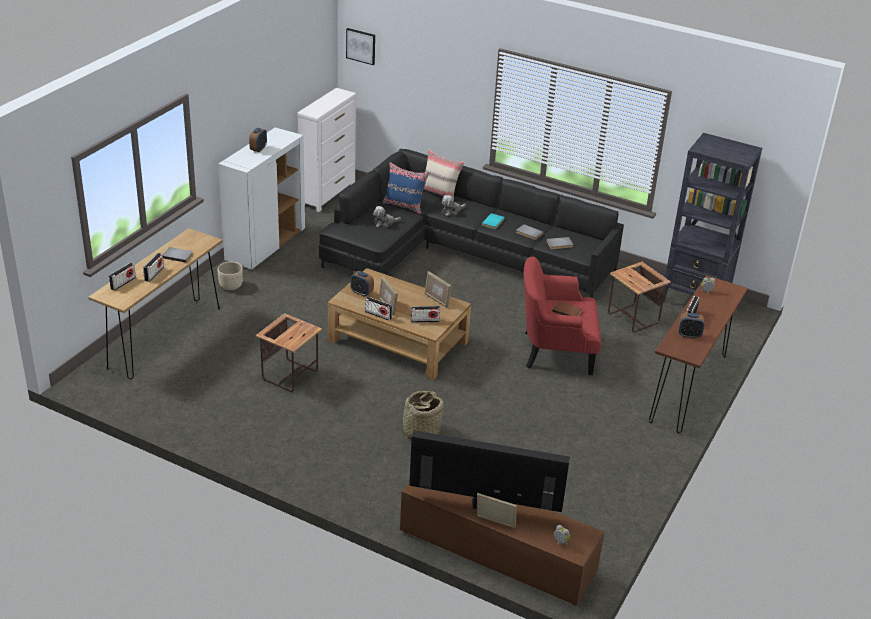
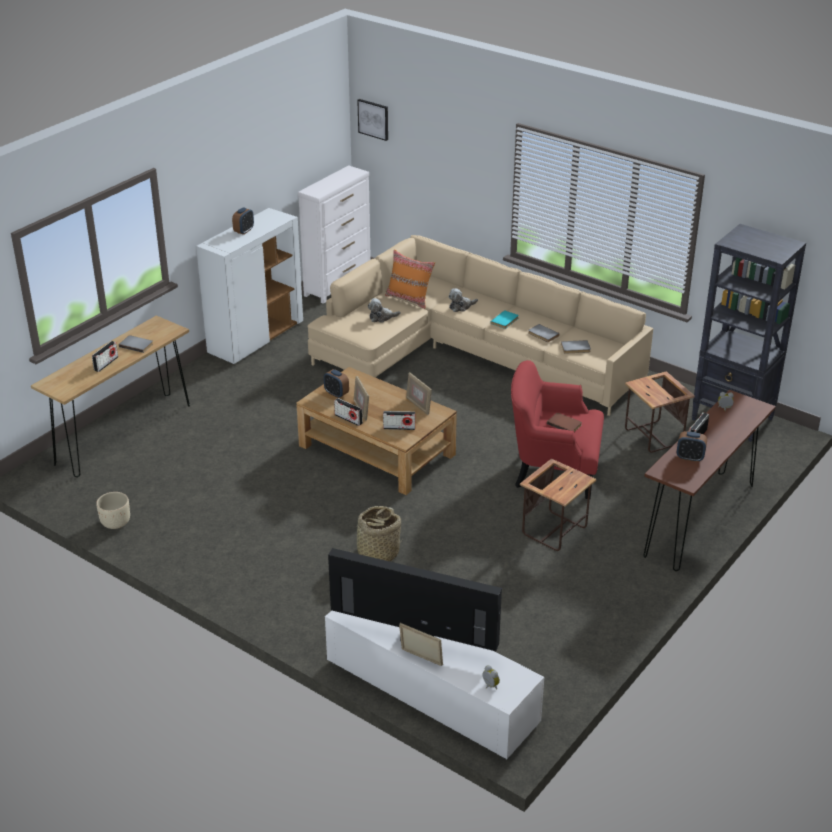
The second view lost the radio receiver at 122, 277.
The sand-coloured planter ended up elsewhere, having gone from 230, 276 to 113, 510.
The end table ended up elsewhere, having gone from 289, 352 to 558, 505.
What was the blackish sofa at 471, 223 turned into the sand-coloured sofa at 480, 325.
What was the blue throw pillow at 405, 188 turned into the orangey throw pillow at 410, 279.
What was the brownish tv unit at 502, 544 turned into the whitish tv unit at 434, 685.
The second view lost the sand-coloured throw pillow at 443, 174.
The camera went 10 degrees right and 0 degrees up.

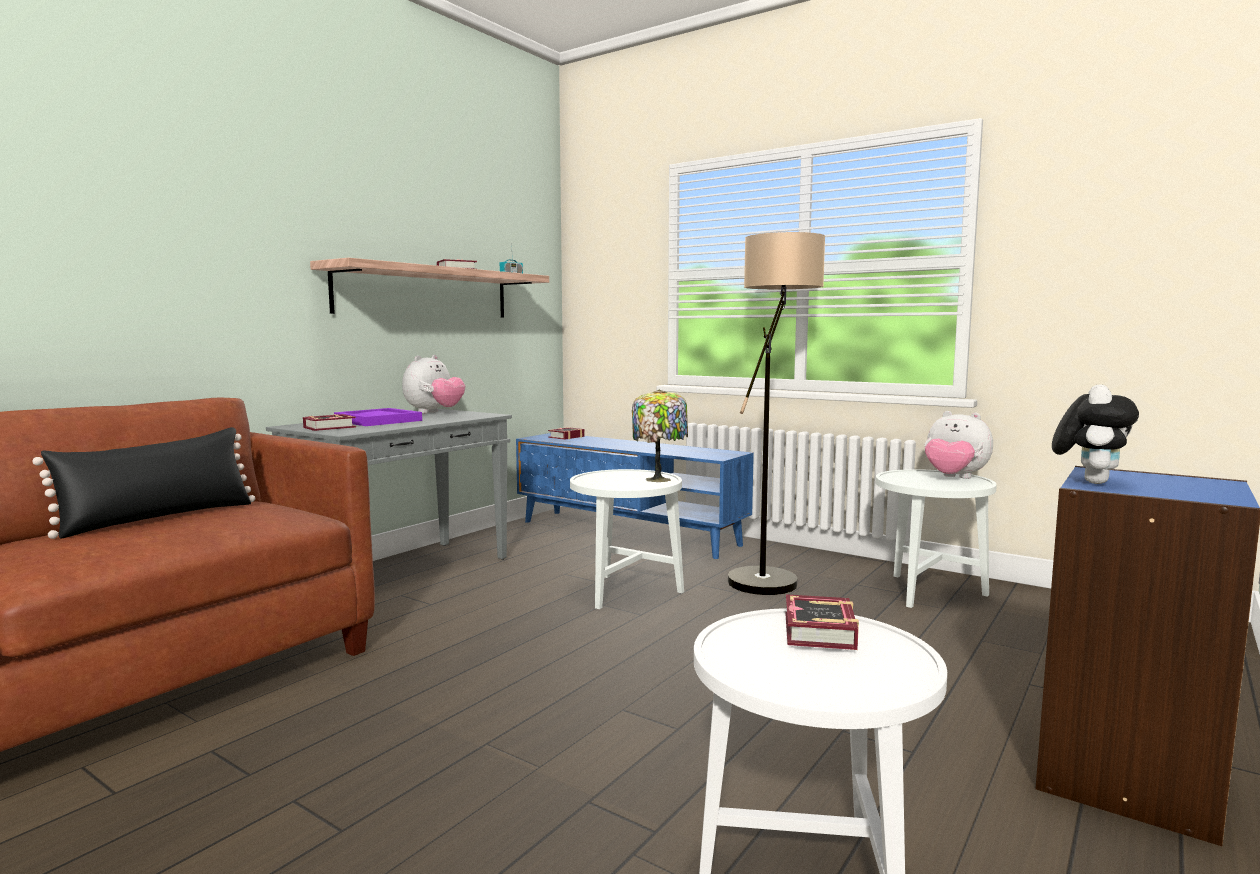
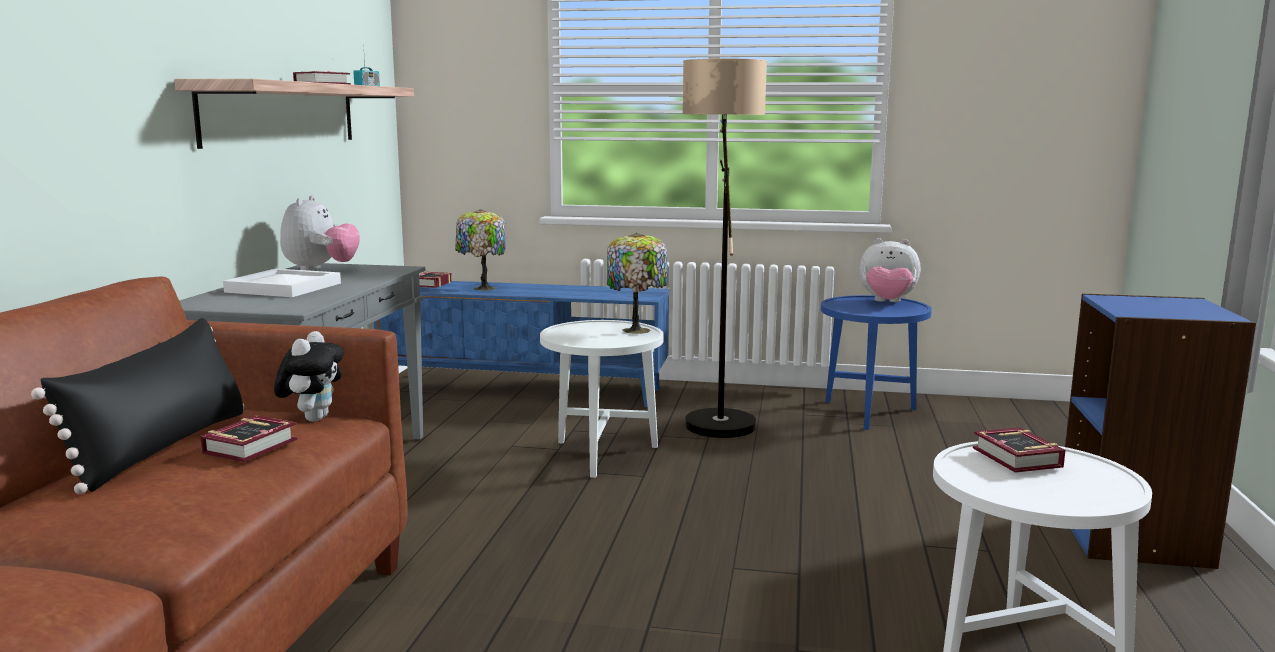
The book ended up elsewhere, having gone from 329, 422 to 249, 438.
What was the purplish carrying tray at 378, 417 turned into the whitish carrying tray at 282, 283.
What was the whitish end table at 936, 538 turned into the blue end table at 876, 362.
The cuddly toy ended up elsewhere, having gone from 1095, 434 to 309, 376.
The second view gained the tabletop lamp at 480, 250.
The camera went 25 degrees left and 5 degrees up.

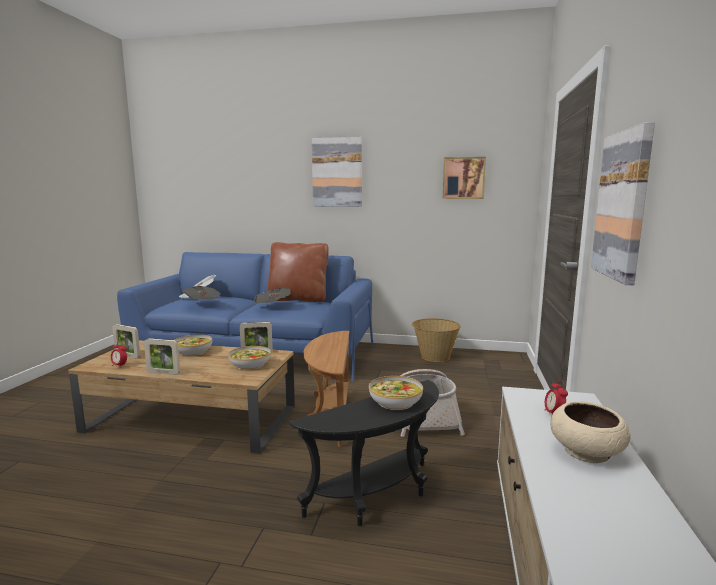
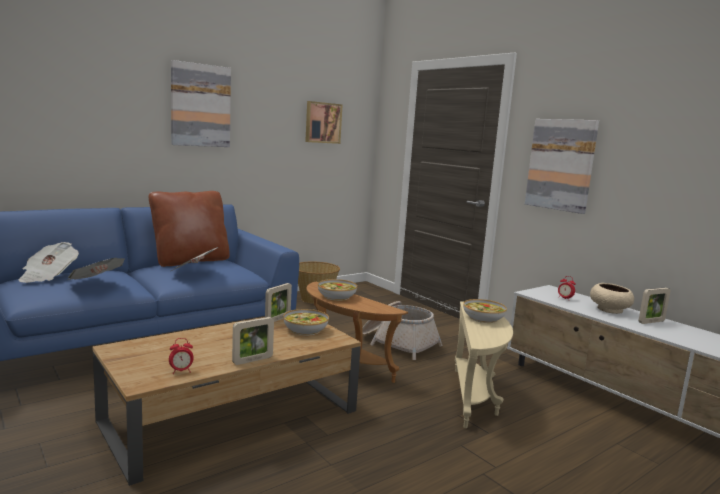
The standing frame ended up elsewhere, having gone from 126, 341 to 654, 306.
The bowl ended up elsewhere, having gone from 193, 345 to 337, 290.
What was the blackish end table at 364, 453 turned into the sand-coloured end table at 484, 364.
The camera went 50 degrees left and 0 degrees up.

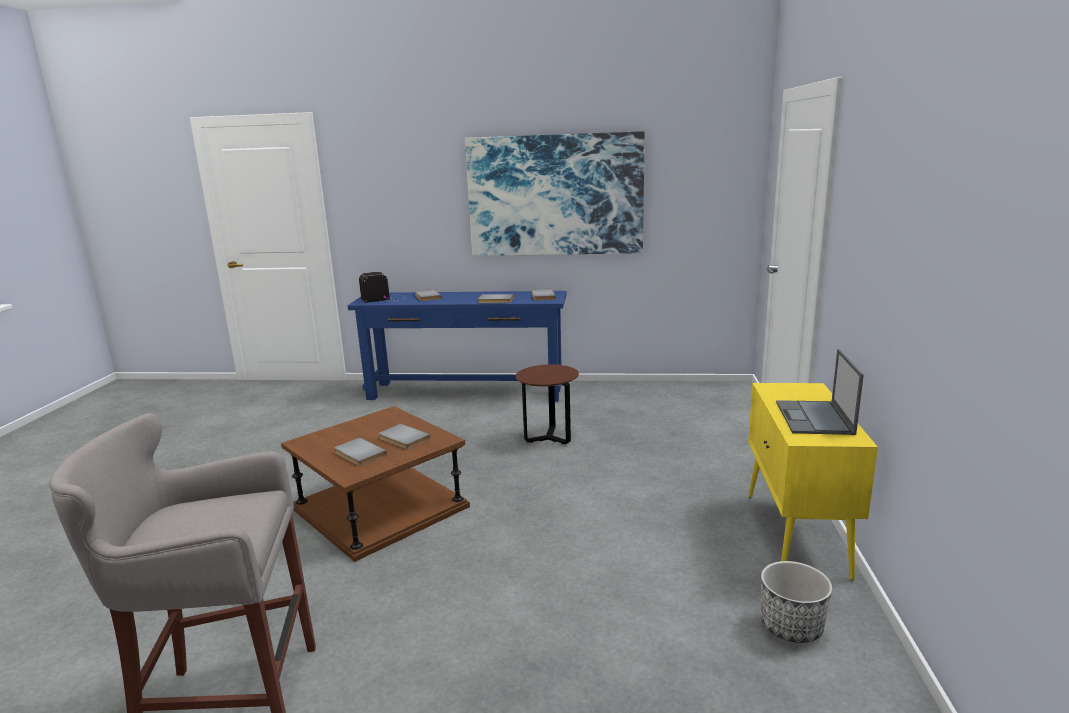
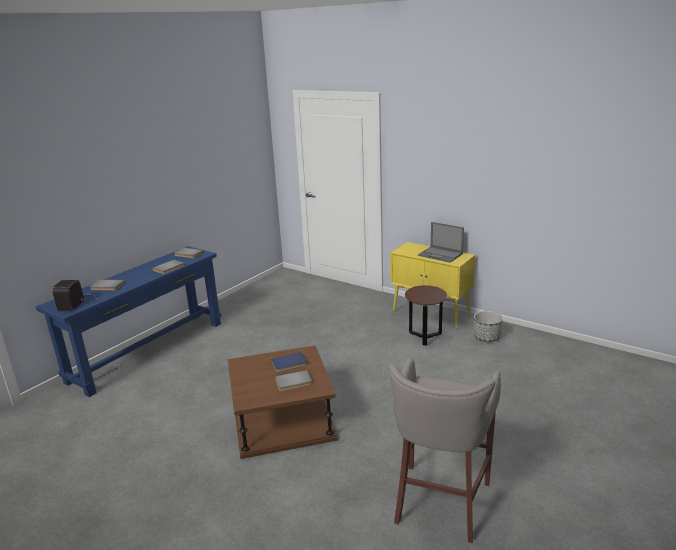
What was the greyish book at 404, 437 turned into the blue book at 289, 362.
The second view lost the wall picture at 555, 193.
The brownish end table ended up elsewhere, having gone from 547, 404 to 426, 315.
The camera went 60 degrees left and 5 degrees up.

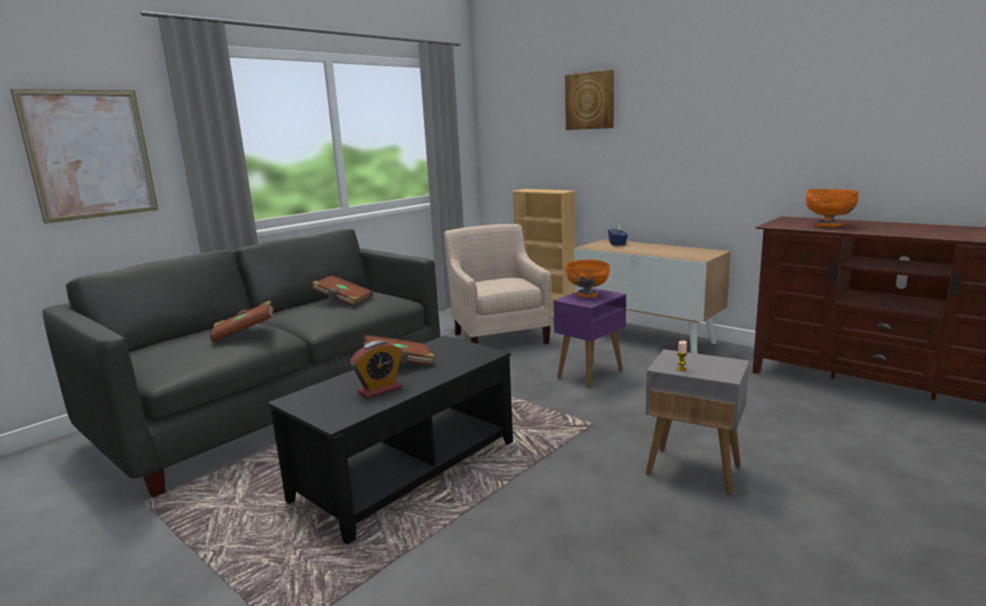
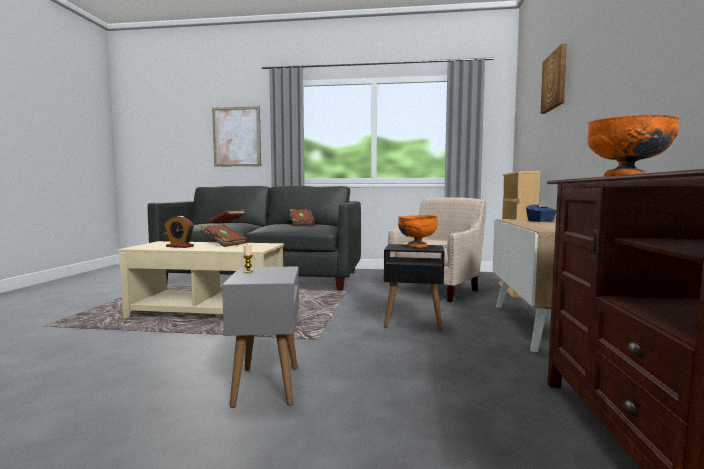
What was the blackish lounge table at 390, 439 turned into the sand-coloured lounge table at 201, 279.
What was the purplish end table at 590, 338 turned into the blackish end table at 414, 287.
The camera went 55 degrees right and 10 degrees down.

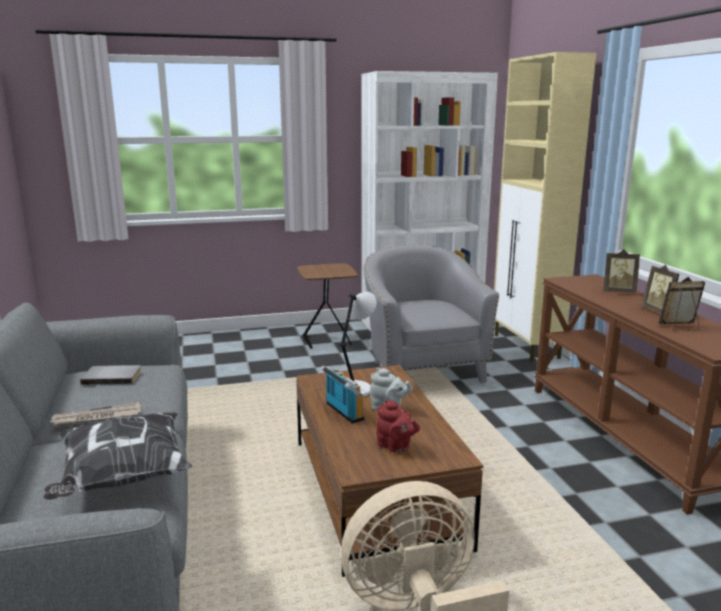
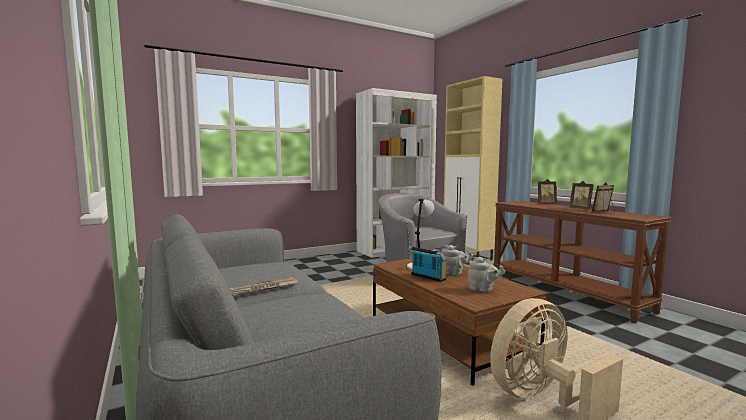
The second view lost the throw pillow at 117, 456.
The second view lost the greyish book at 110, 375.
The second view lost the brownish end table at 327, 306.
What was the red-coloured teapot at 398, 426 turned into the greyish teapot at 486, 274.
The camera went 15 degrees left and 10 degrees down.

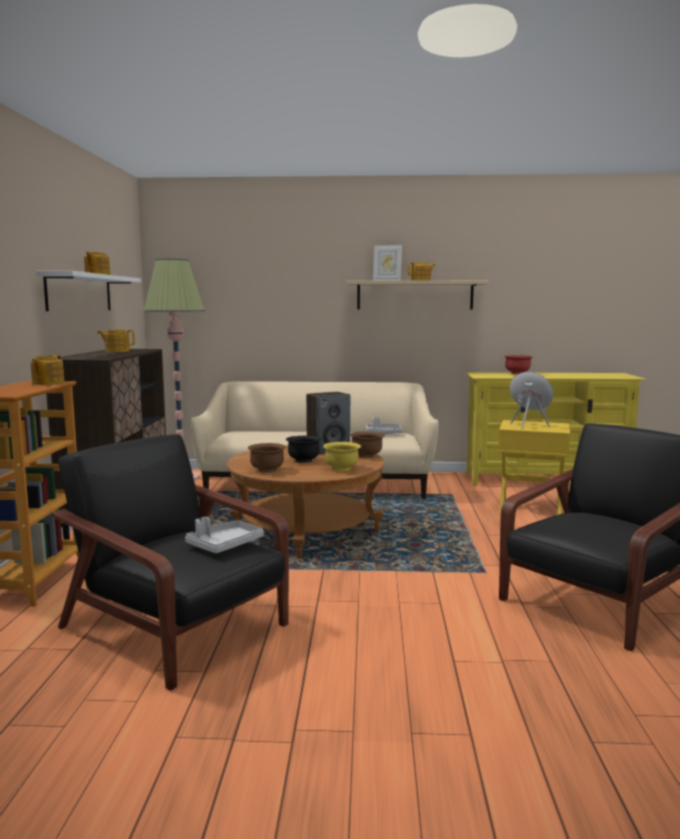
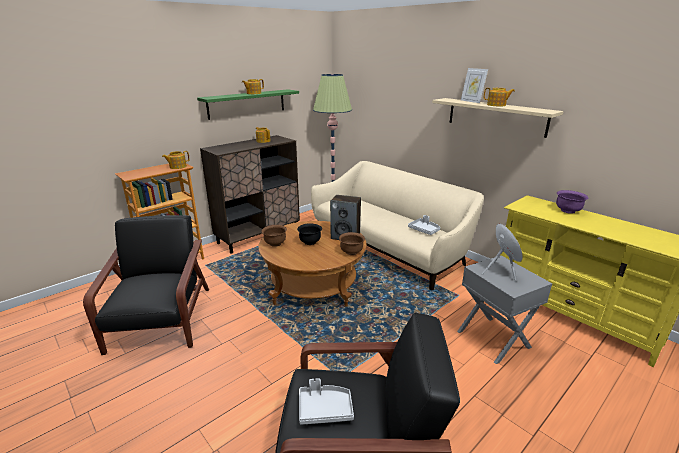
What was the whitish wall shelf at 88, 291 turned into the green-coloured wall shelf at 248, 104.
The greyish carrying tray ended up elsewhere, having gone from 224, 535 to 326, 401.
The second view lost the yellow bowl at 342, 456.
What was the yellow end table at 534, 467 turned into the greyish end table at 504, 309.
What was the red-coloured bowl at 518, 364 turned into the purplish bowl at 572, 202.
The camera went 45 degrees right and 15 degrees up.

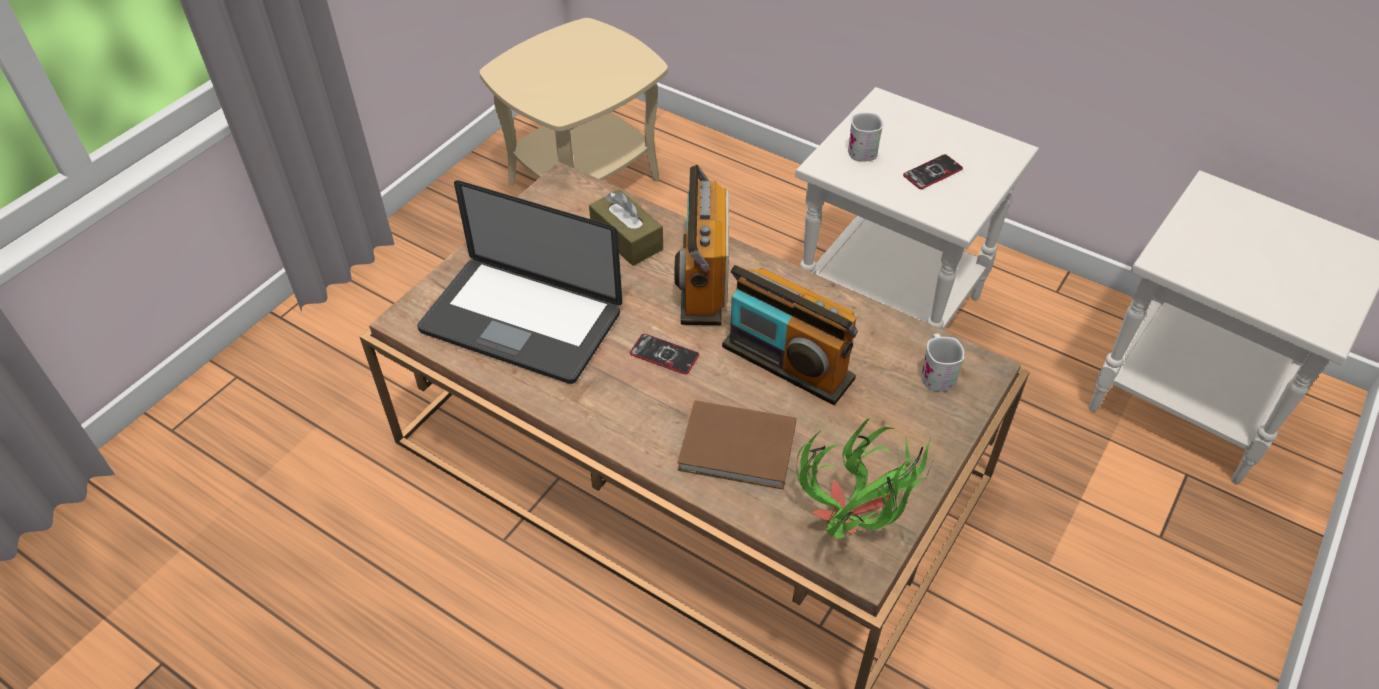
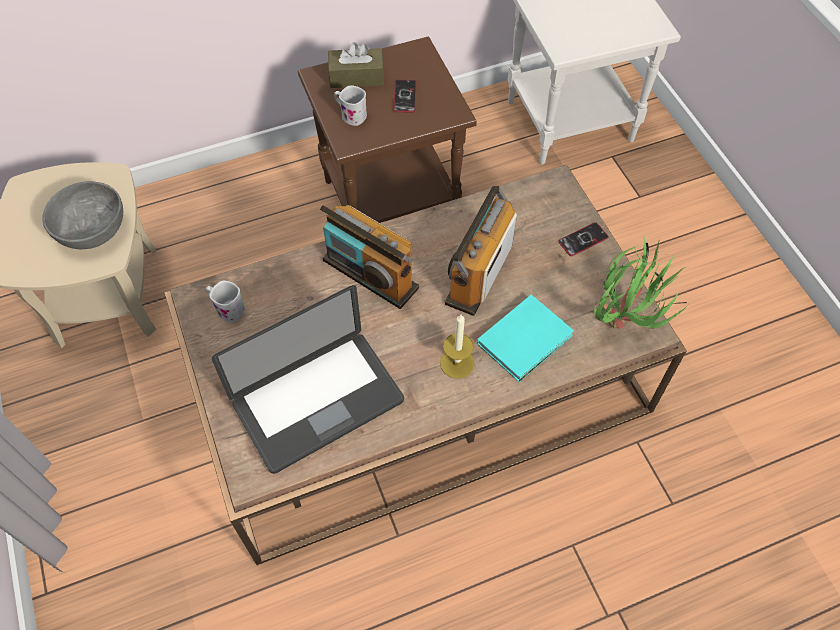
The brownish box of tissues ended up elsewhere, having gone from 626, 227 to 356, 65.
The handset ended up elsewhere, having gone from 664, 354 to 583, 239.
What was the brownish book at 737, 444 turned into the turquoise-coloured book at 525, 338.
The radio receiver at 790, 335 ended up facing another way, 135 degrees clockwise from before.
What was the whitish end table at 917, 208 turned into the brownish end table at 387, 129.
The whitish tea mug ended up elsewhere, having gone from 943, 363 to 225, 301.
The second view gained the greyish bowl at 82, 215.
The second view gained the wax candle at 457, 347.
The camera went 55 degrees left and 10 degrees up.

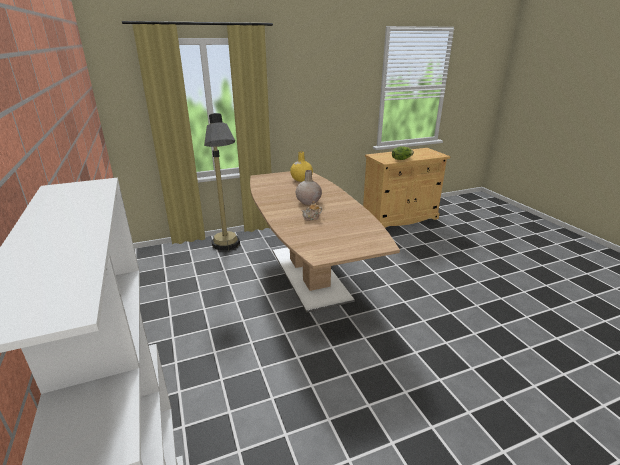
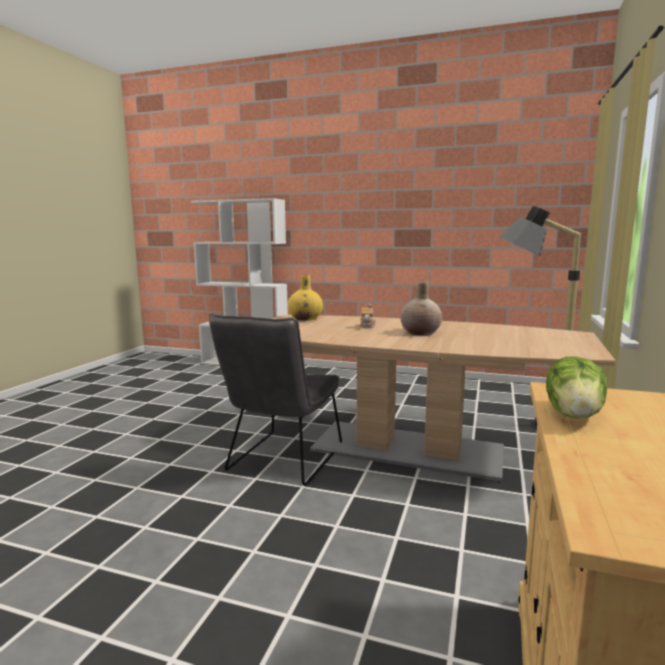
The yellow vase ended up elsewhere, having gone from 301, 166 to 305, 298.
The second view gained the greyish chair at 275, 399.
The camera went 130 degrees right and 15 degrees down.

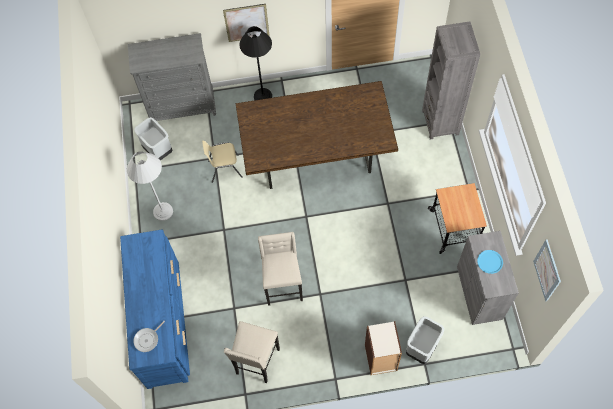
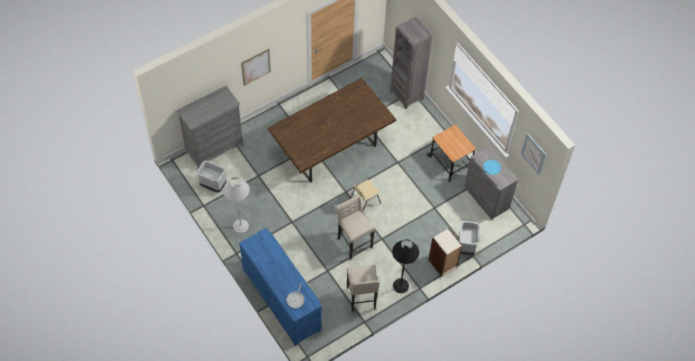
The sand-coloured chair ended up elsewhere, having gone from 222, 162 to 365, 196.
The blackish floor lamp ended up elsewhere, having gone from 256, 63 to 405, 266.
The camera went 30 degrees left and 5 degrees down.

